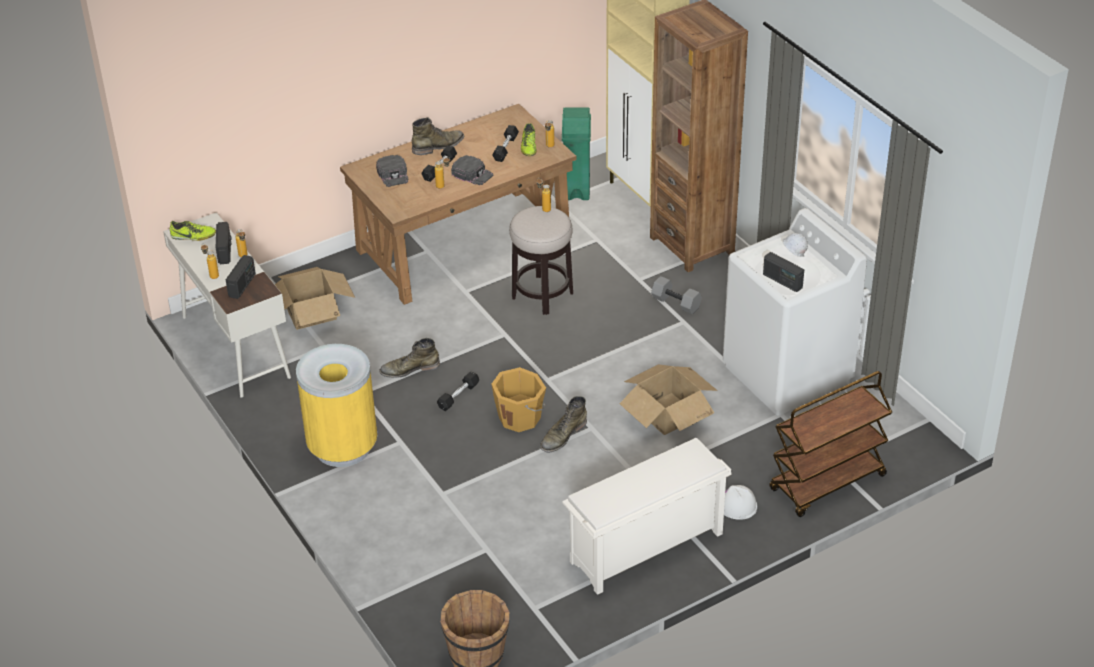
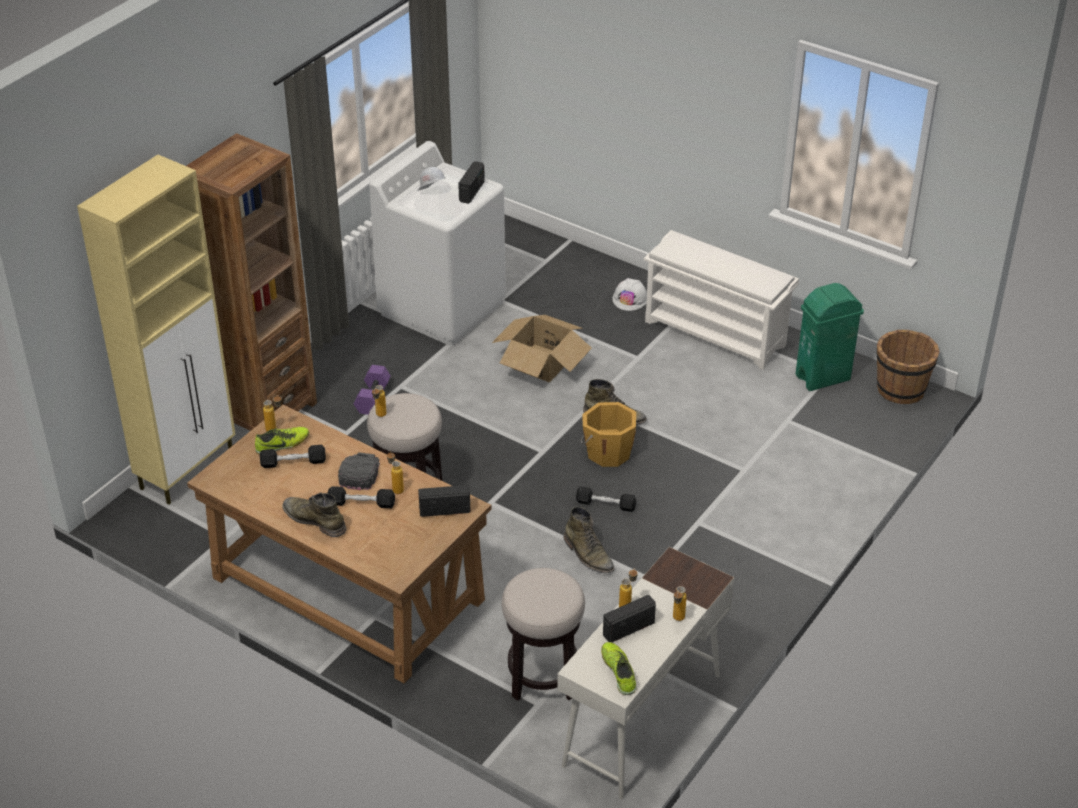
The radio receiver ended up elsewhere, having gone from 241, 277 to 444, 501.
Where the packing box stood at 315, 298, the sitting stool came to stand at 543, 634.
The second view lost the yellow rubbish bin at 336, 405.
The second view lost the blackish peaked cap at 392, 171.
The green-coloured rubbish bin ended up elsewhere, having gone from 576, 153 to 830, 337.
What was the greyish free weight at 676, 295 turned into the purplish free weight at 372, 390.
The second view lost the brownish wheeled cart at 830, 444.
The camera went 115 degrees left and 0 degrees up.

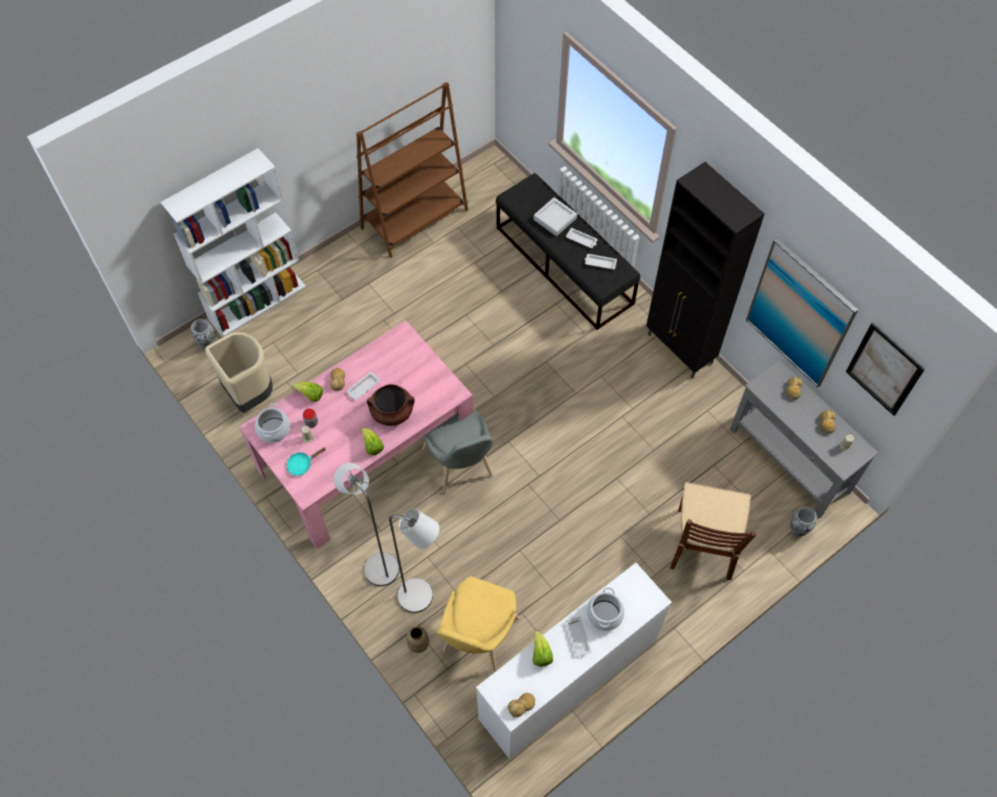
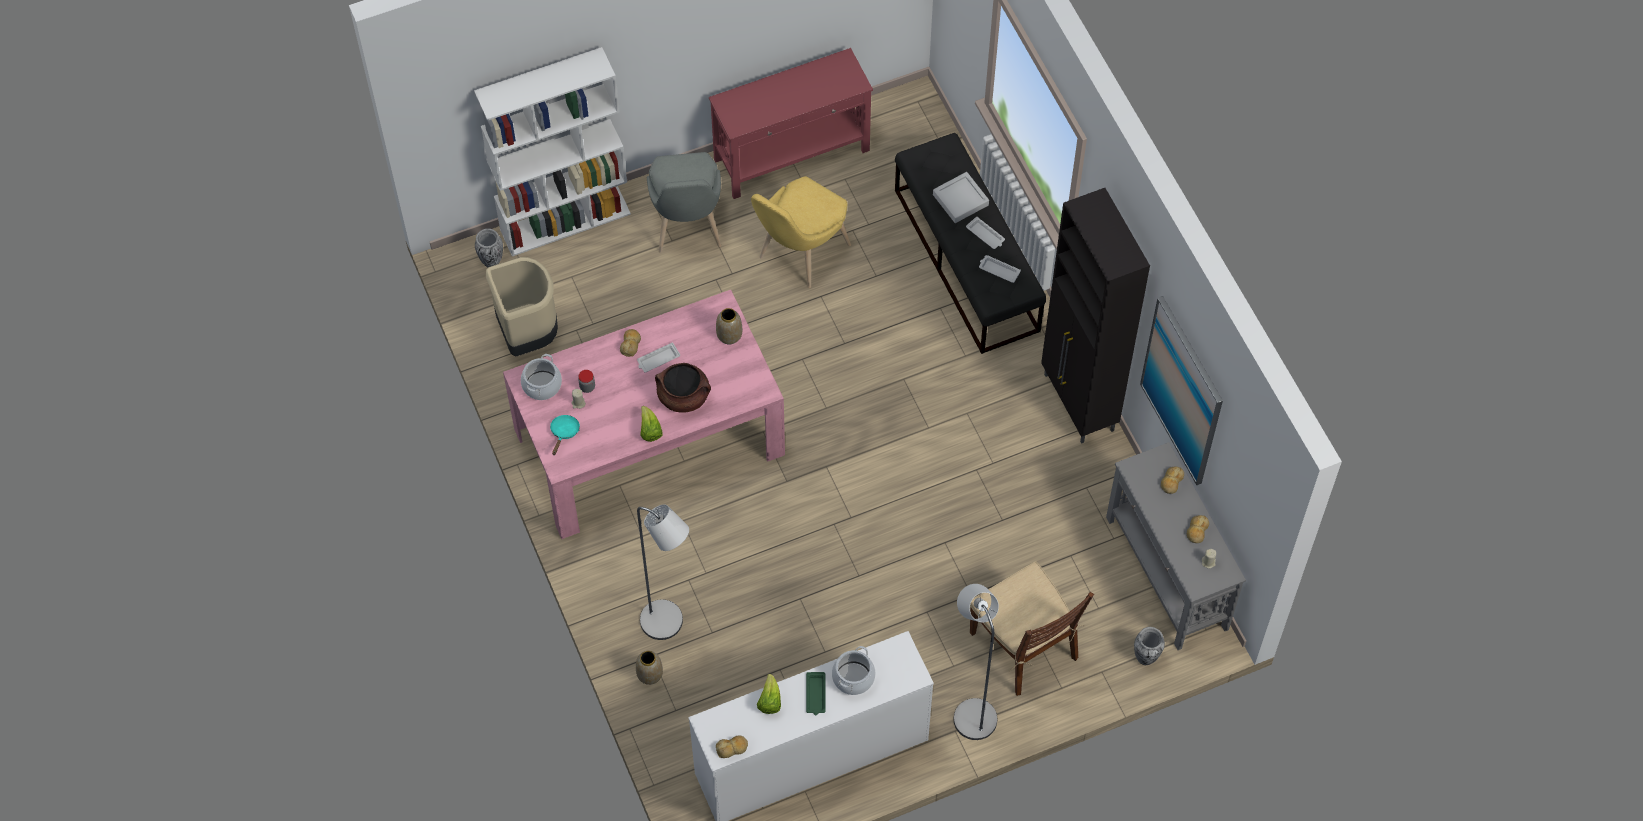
The turquoise-coloured pan at 306, 462 ended up facing another way, 120 degrees clockwise from before.
The second view lost the lettuce at 307, 392.
The greyish floor lamp ended up elsewhere, having gone from 366, 524 to 976, 662.
Where the brownish bookcase stood at 412, 170, the red-coloured narrow table came to stand at 791, 123.
The greyish chair ended up elsewhere, having gone from 457, 450 to 684, 202.
The yellow chair ended up elsewhere, having gone from 478, 624 to 801, 232.
What was the whitish carrying tray at 578, 637 turned into the green-coloured carrying tray at 816, 693.
The brownish chair at 713, 531 ended up facing another way, 60 degrees counterclockwise from before.
The second view lost the wall picture at 885, 369.
The second view gained the vase at 729, 326.
The camera went 15 degrees right and 0 degrees up.

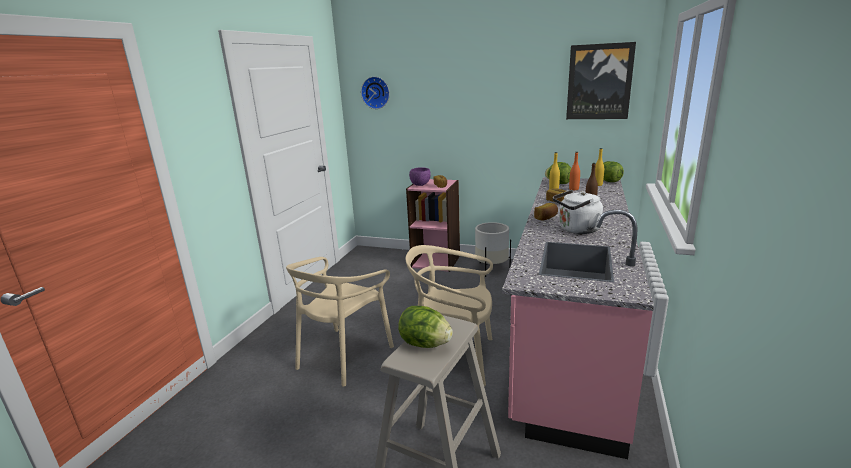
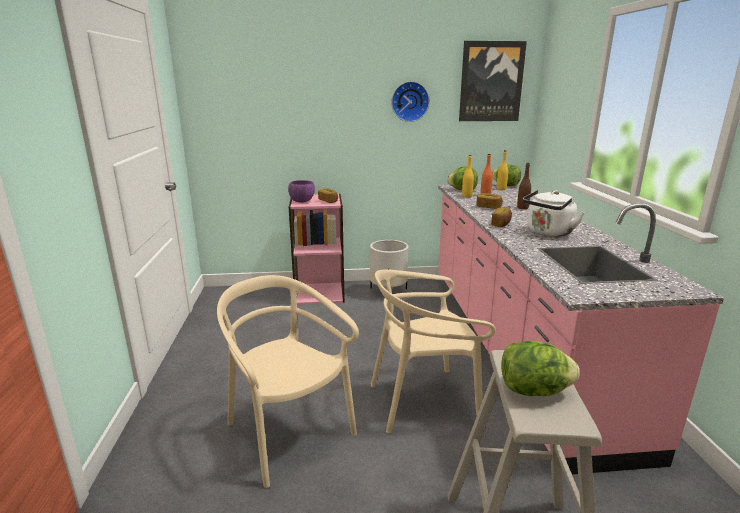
The sand-coloured chair at 340, 322 ended up facing another way, 135 degrees clockwise from before.
The hanging clock ended up elsewhere, having gone from 375, 93 to 410, 101.
The camera went 25 degrees left and 0 degrees up.

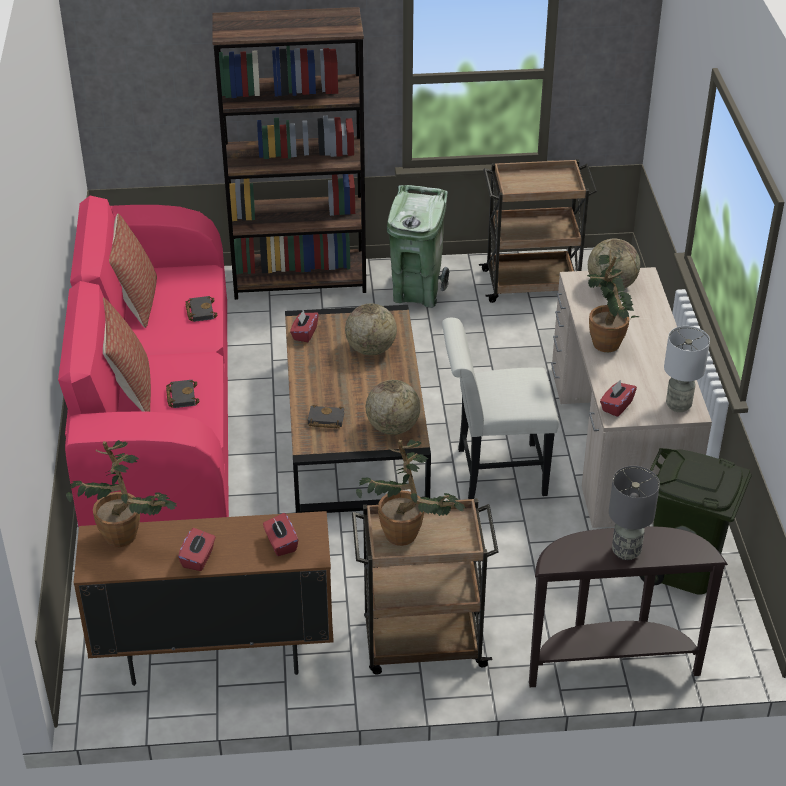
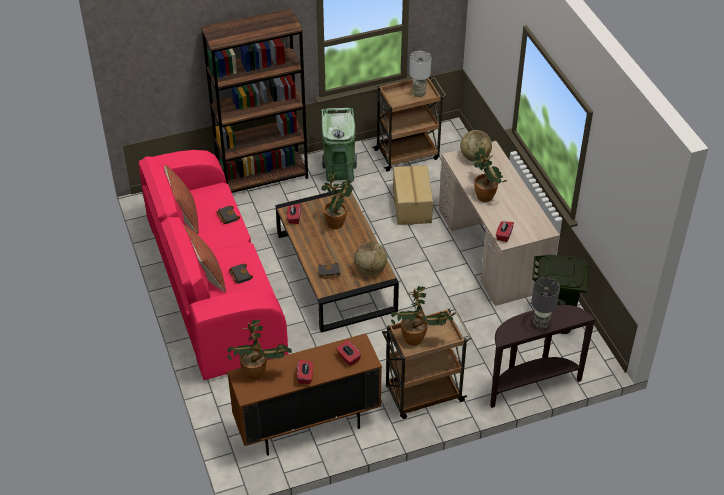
Where the globe stood at 371, 329, the potted plant came to stand at 337, 200.
The second view lost the whitish chair at 500, 408.
The greyish tabletop lamp ended up elsewhere, having gone from 687, 369 to 420, 74.
The second view gained the packing box at 413, 195.
The camera went 15 degrees left and 5 degrees up.

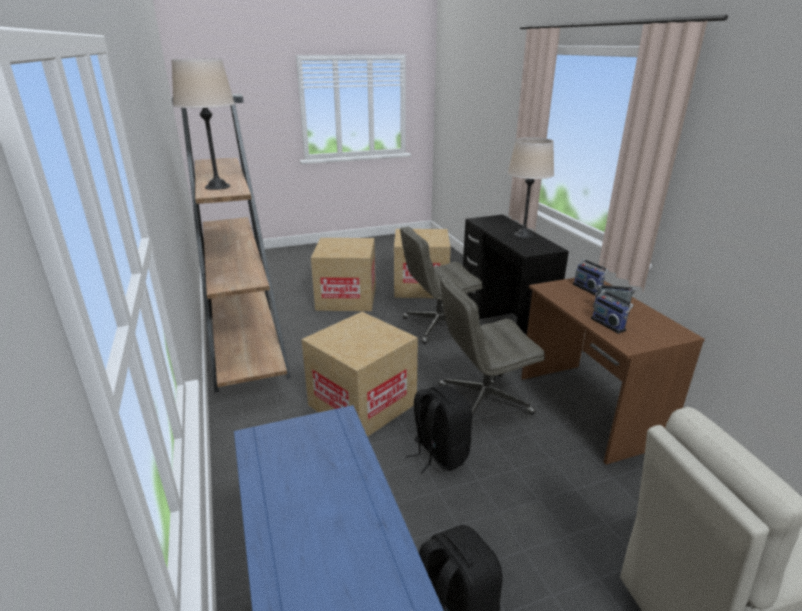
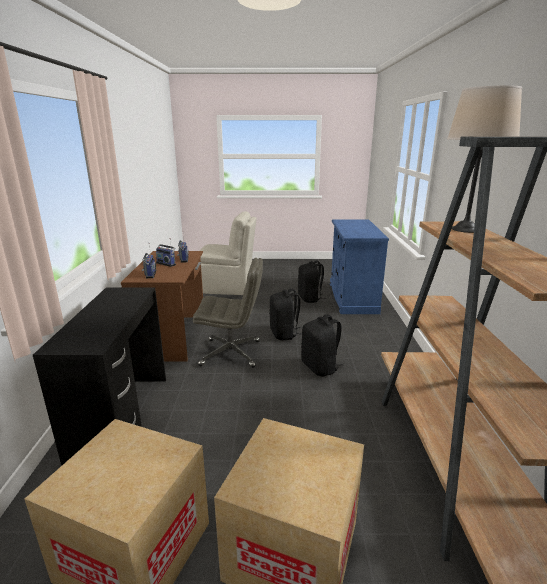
Where the packing box stood at 359, 374, the blackish rucksack came to stand at 322, 345.
The second view lost the greyish office chair at 441, 285.
The second view lost the sand-coloured tabletop lamp at 531, 187.
The camera went 160 degrees left and 5 degrees down.

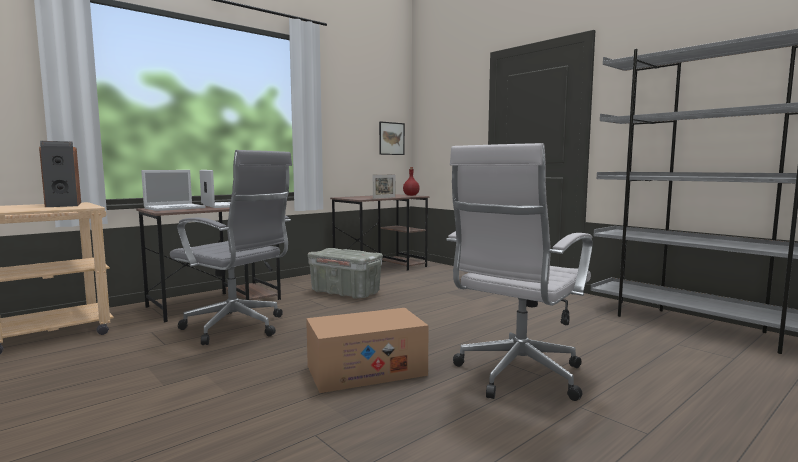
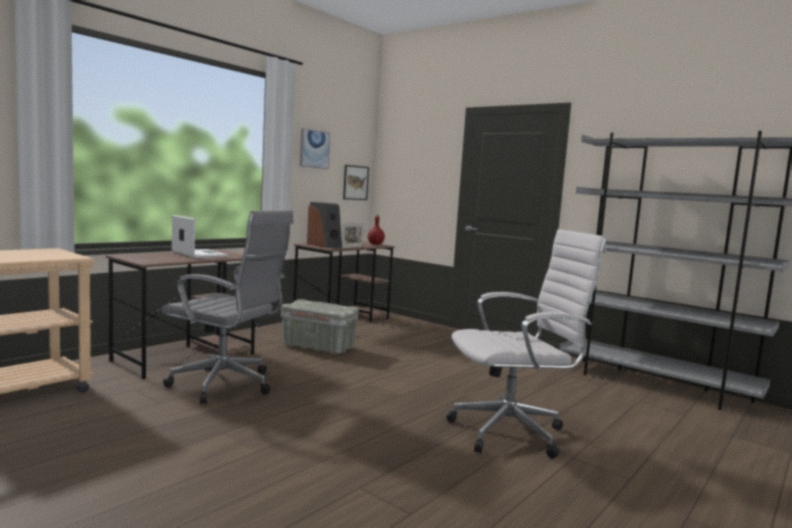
The audio speaker ended up elsewhere, having gone from 60, 174 to 324, 225.
The second view lost the laptop at 173, 190.
The second view lost the packing box at 367, 350.
The whitish office chair at 519, 272 ended up facing another way, 135 degrees counterclockwise from before.
The second view gained the wall picture at 315, 148.
The camera went 10 degrees left and 0 degrees up.

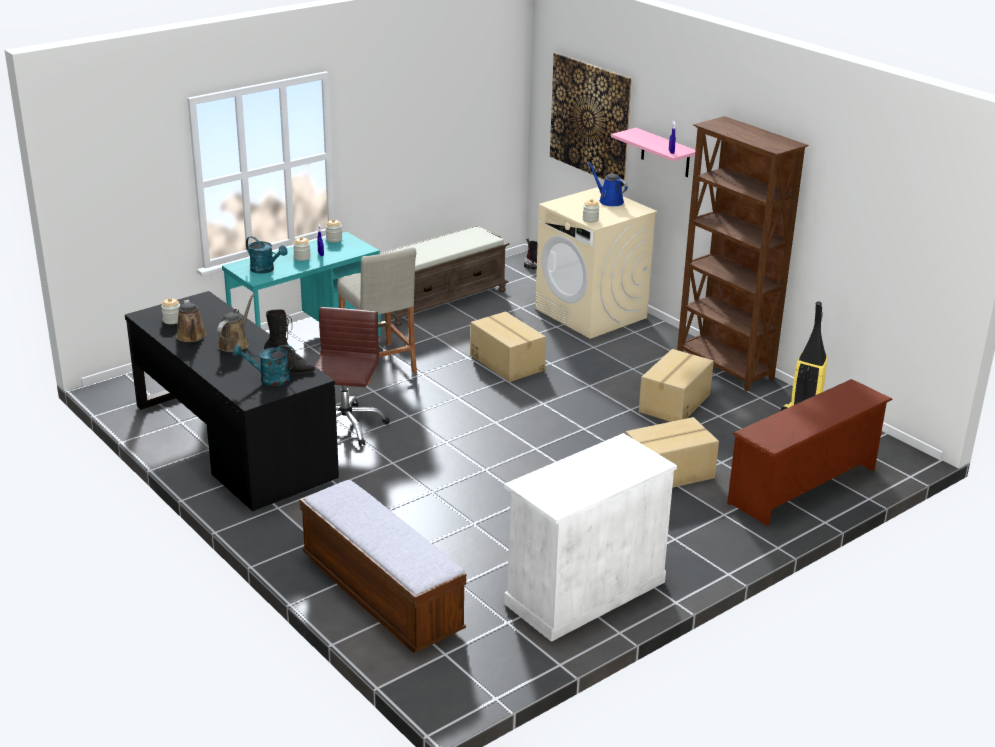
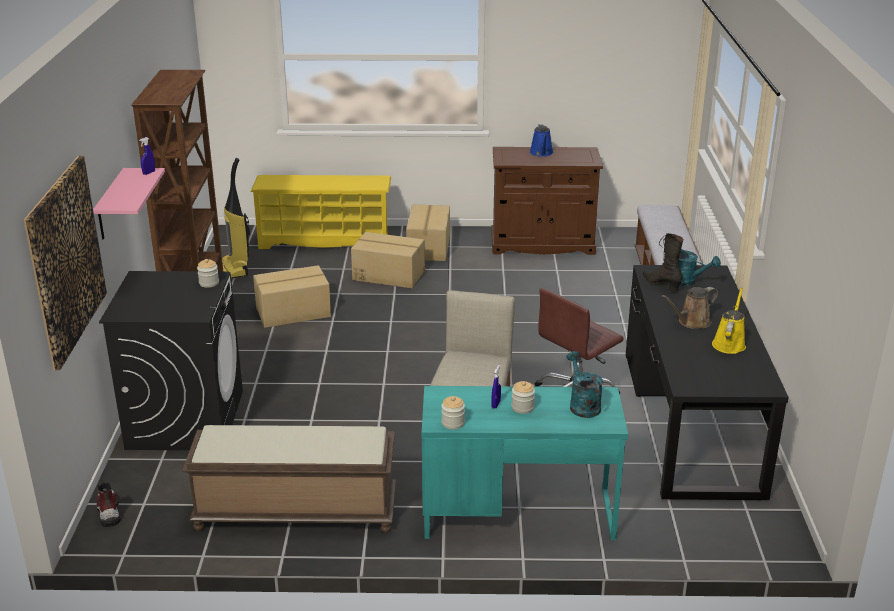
The second view lost the storage jar at 170, 311.
What was the brownish sprinkling can at 191, 321 turned into the yellow sprinkling can at 729, 321.
The packing box ended up elsewhere, having gone from 508, 347 to 428, 233.
What was the whitish cabinet at 590, 537 turned into the brownish cabinet at 547, 201.
What was the sand-coloured laundry machine at 596, 263 turned into the blackish laundry machine at 171, 360.
The blue sprinkling can ended up elsewhere, having gone from 608, 184 to 541, 140.
What was the brownish shoe stand at 810, 452 turned into the yellow shoe stand at 320, 212.
The camera went 140 degrees left and 0 degrees up.

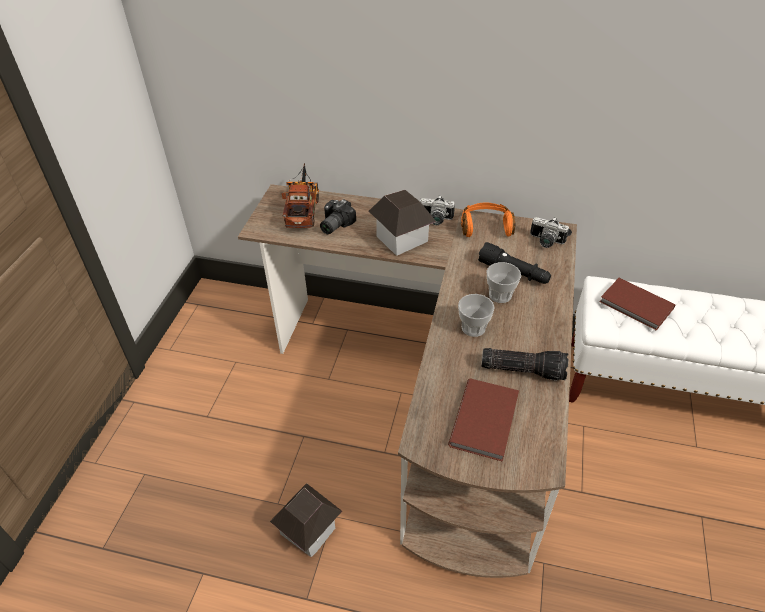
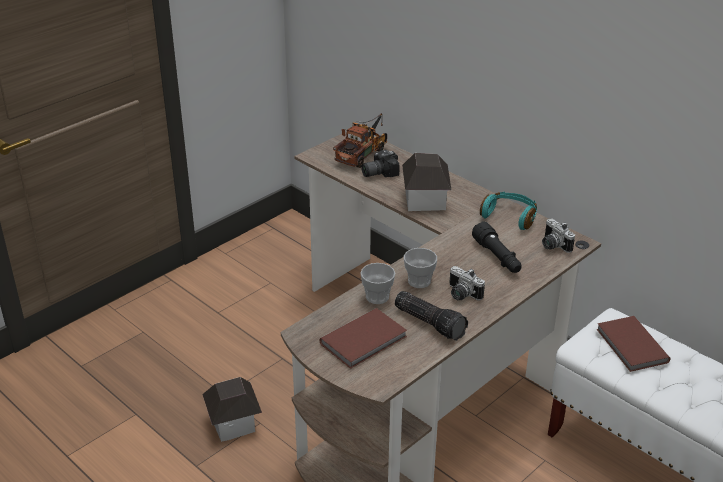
The photo camera ended up elsewhere, having gone from 437, 210 to 467, 283.
What was the orangey headset at 488, 219 turned into the turquoise-coloured headset at 508, 211.
The drinking cup ended up elsewhere, having gone from 504, 282 to 377, 283.
The camera went 30 degrees right and 10 degrees down.

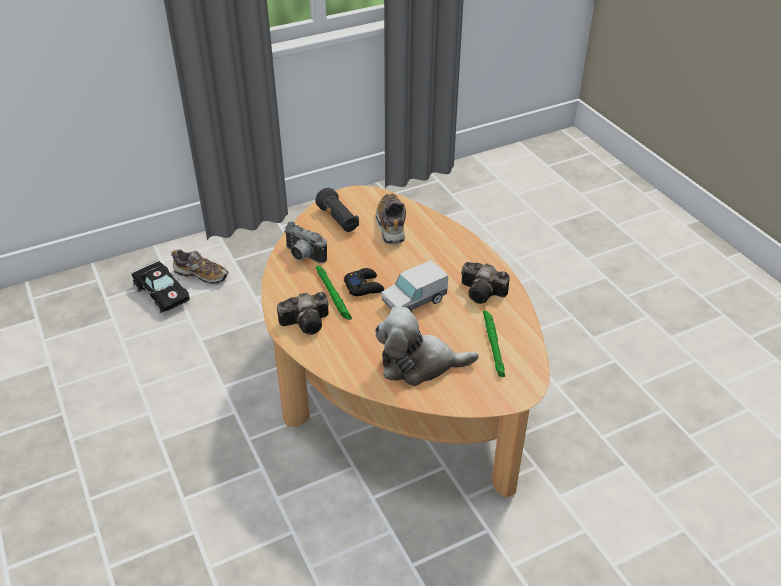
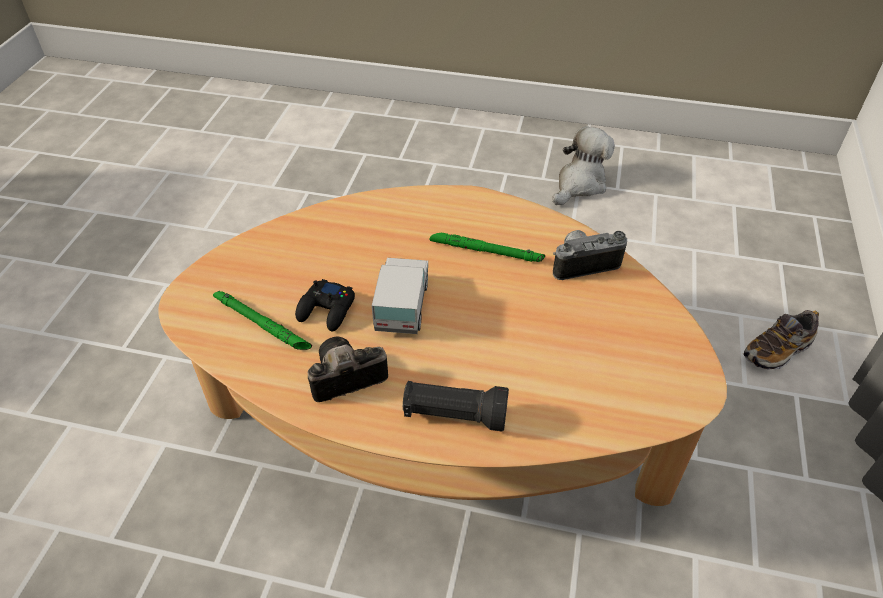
The second view lost the blackish toy car at 160, 287.
The second view lost the photo camera at 303, 313.
The blackish torch ended up elsewhere, having gone from 337, 210 to 456, 406.
The blackish joypad ended up elsewhere, having gone from 364, 282 to 325, 305.
The cuddly toy ended up elsewhere, having gone from 427, 346 to 583, 165.
The second view lost the item of footwear at 391, 218.
The camera went 130 degrees right and 5 degrees up.

